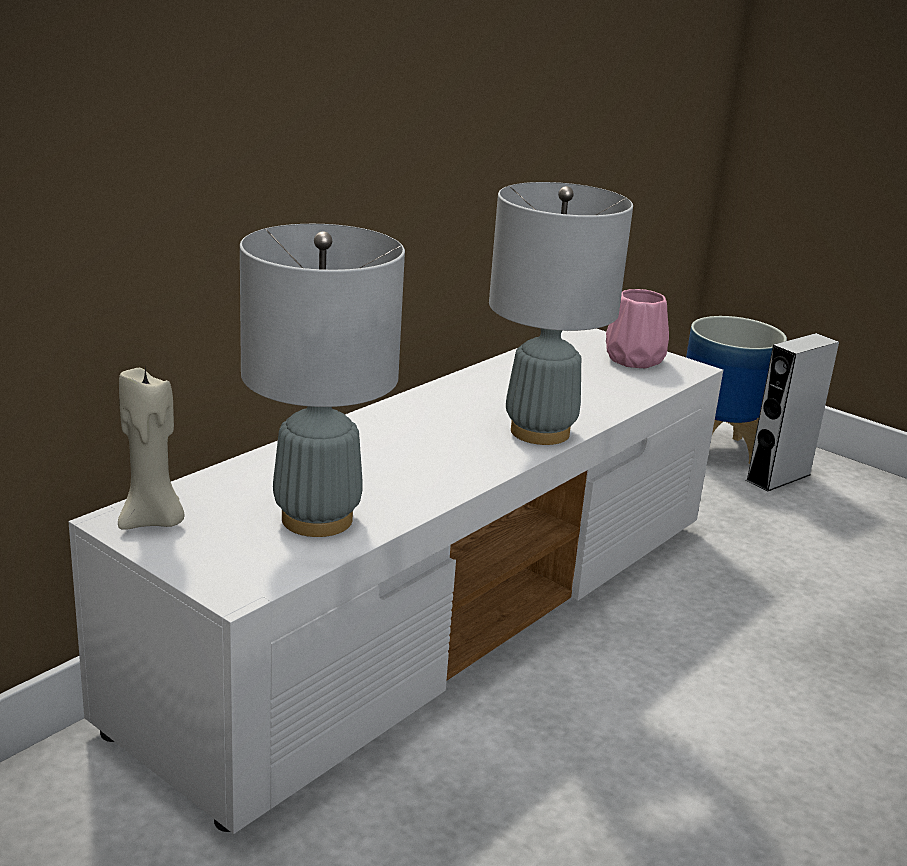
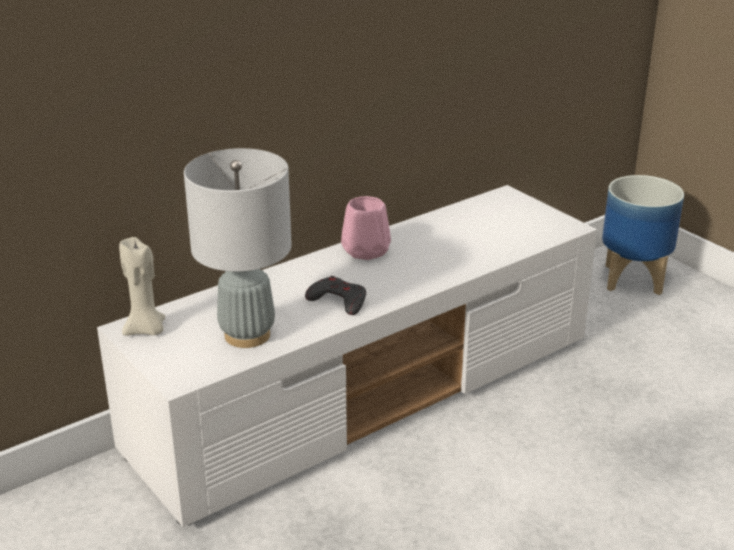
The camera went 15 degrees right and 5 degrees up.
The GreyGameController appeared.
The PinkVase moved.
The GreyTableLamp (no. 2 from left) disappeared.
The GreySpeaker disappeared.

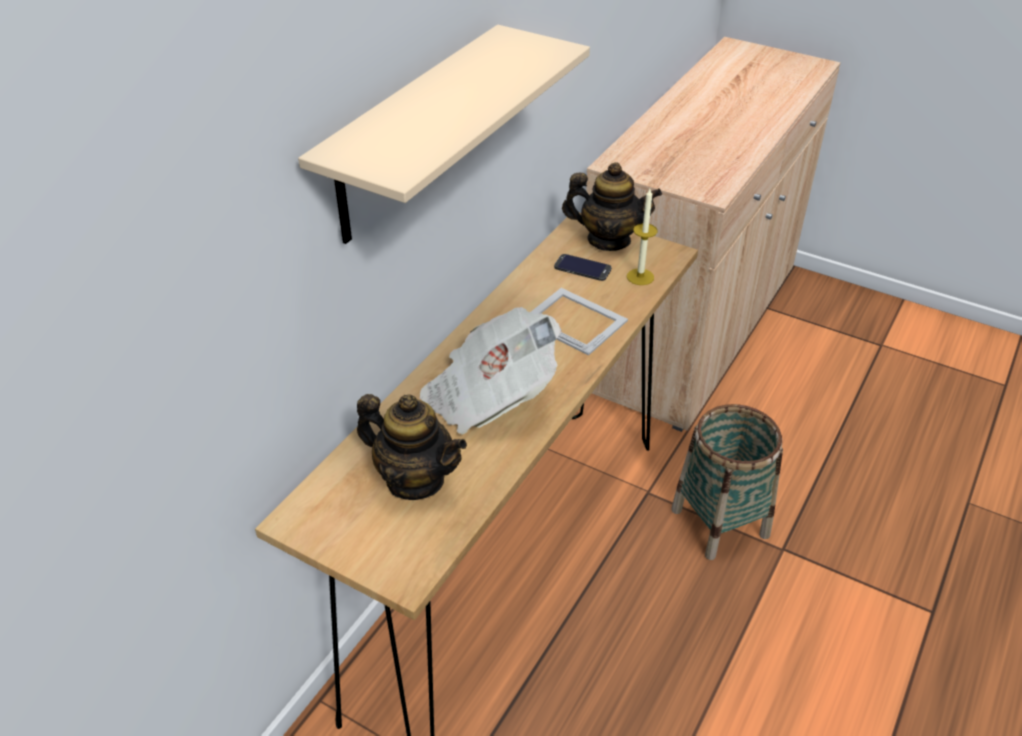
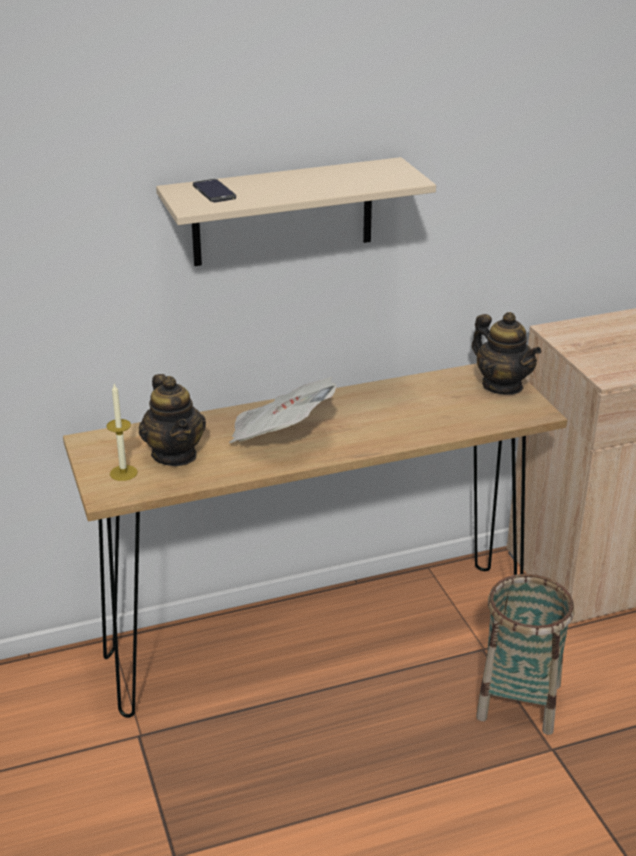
The camera went 40 degrees right and 10 degrees down.
The Candle moved.
The Phone moved.
The PictureFrame disappeared.

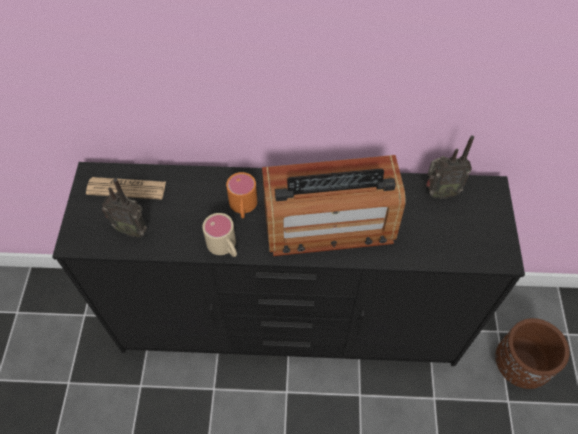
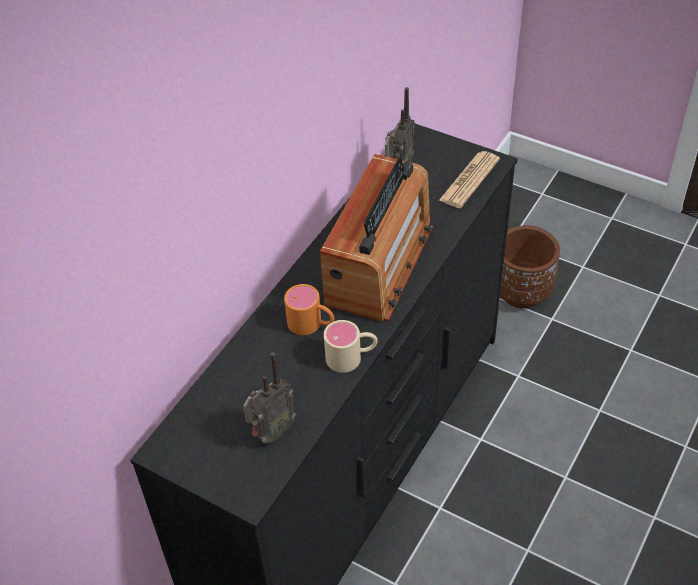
The camera went 60 degrees left and 10 degrees down.
The Newspaper moved.

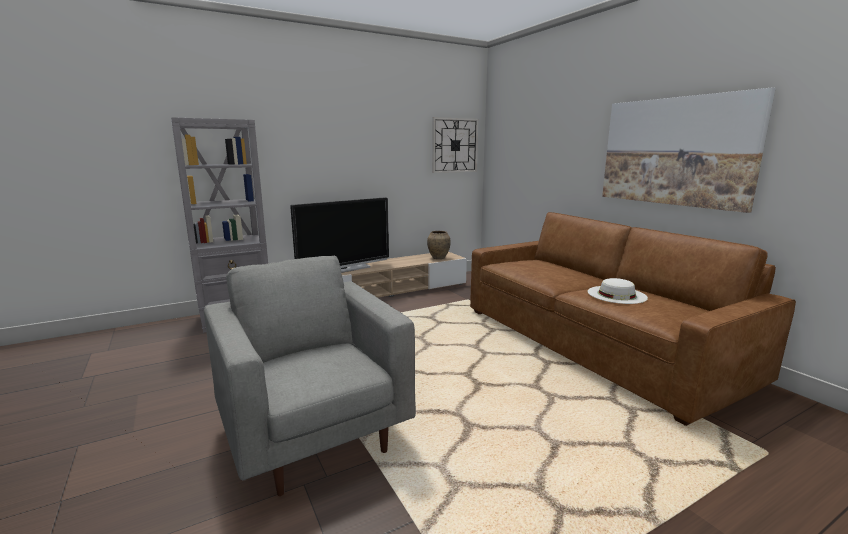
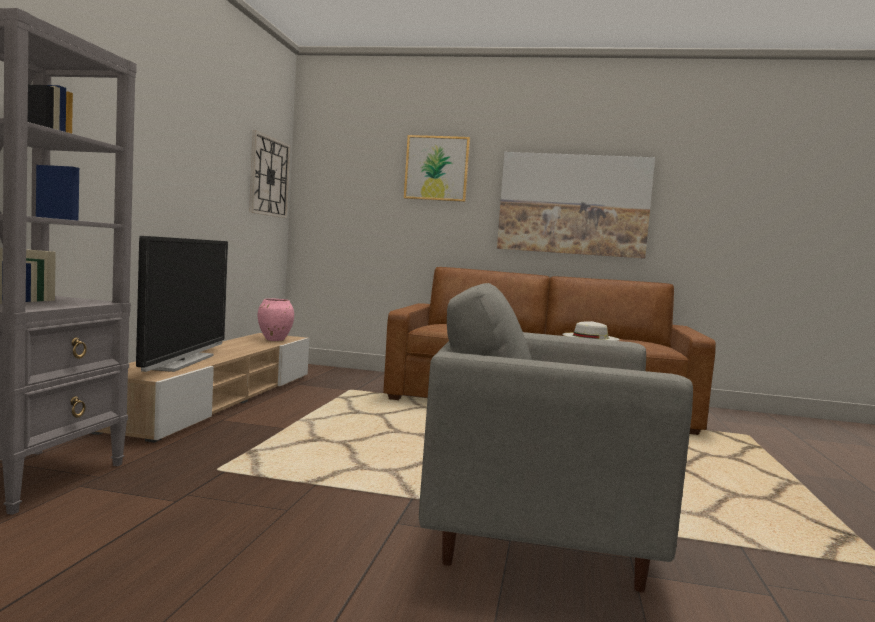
The camera went 50 degrees left and 10 degrees down.
The BrownVase became the PinkVase.
The Picture (no. 1 from left) appeared.

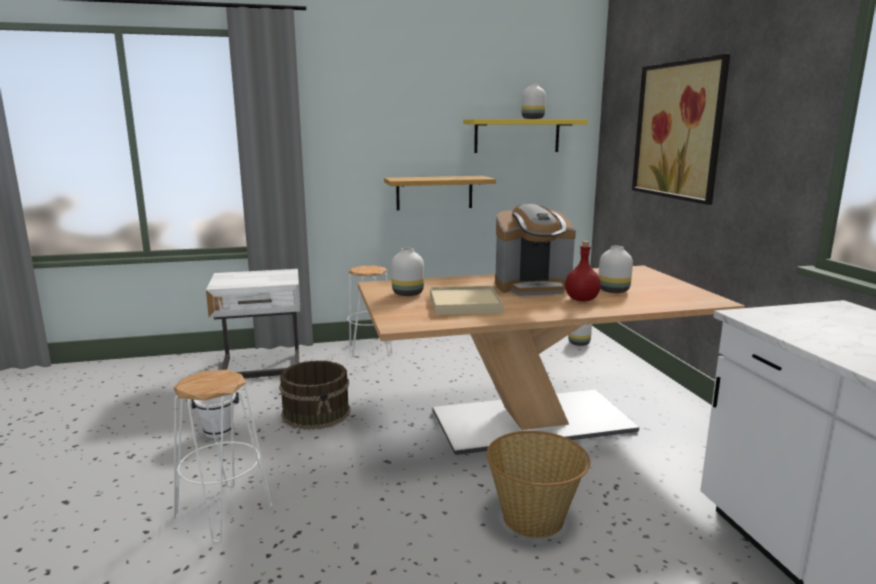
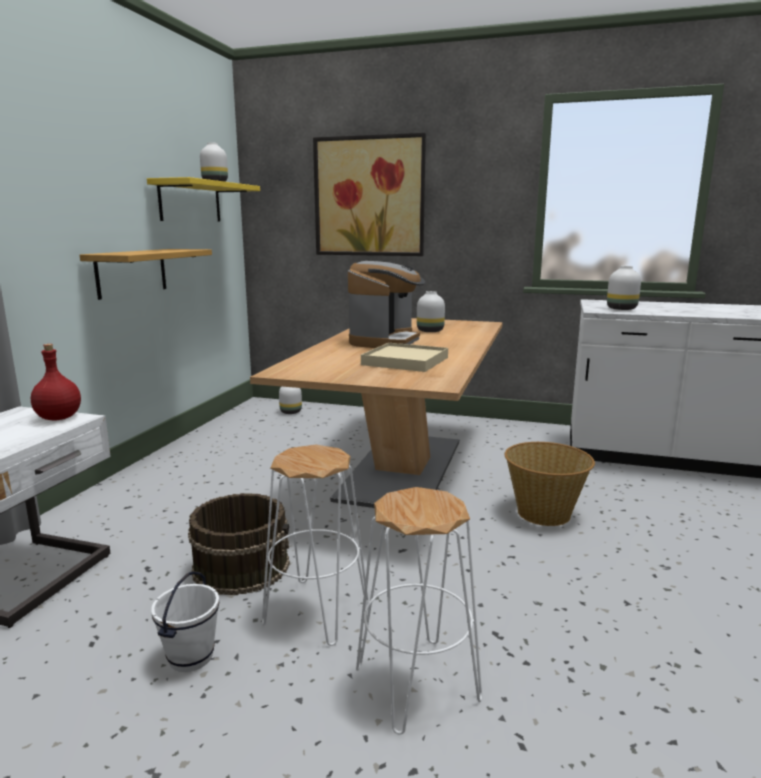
The camera went 60 degrees left and 0 degrees up.
The RedBottle moved.
The WhiteStool (no. 2 from left in the first image) moved.
The WhiteVase (no. 1 from left in the first image) moved.

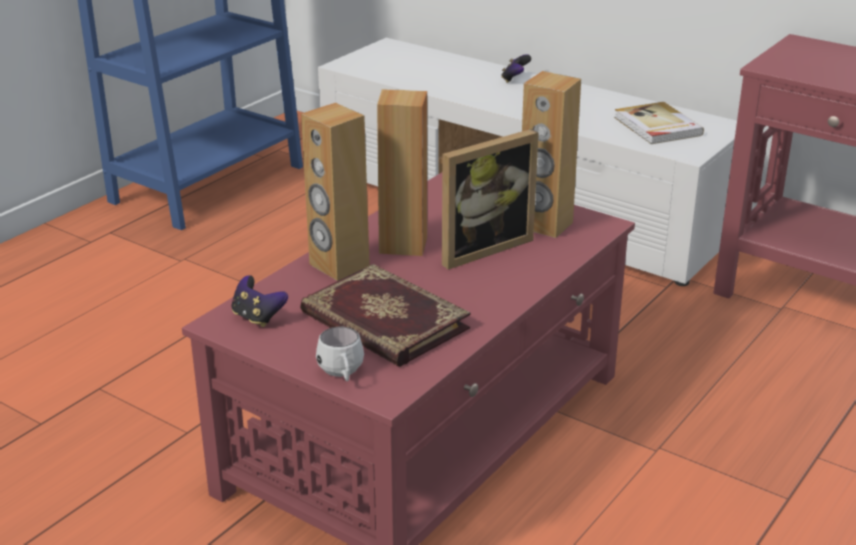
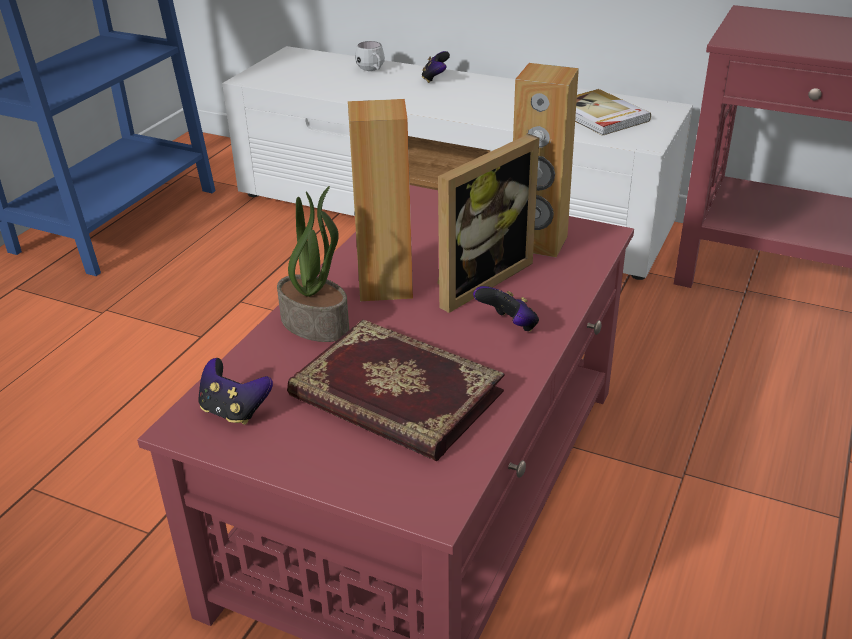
The camera went 10 degrees left and 5 degrees up.
The BrownSpeaker (no. 1 from left) was replaced by the PottedPlant.
The WhiteMug moved.
The GameController (no. 3 from left) appeared.

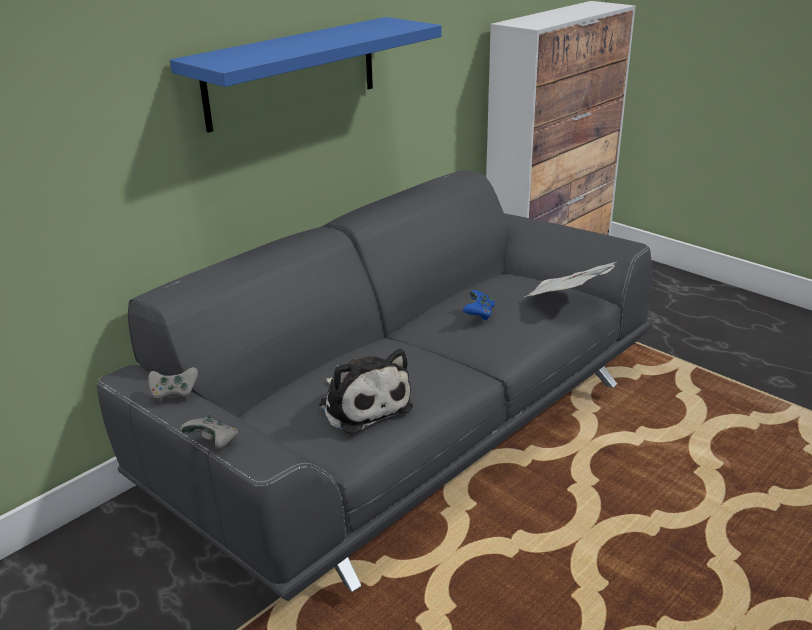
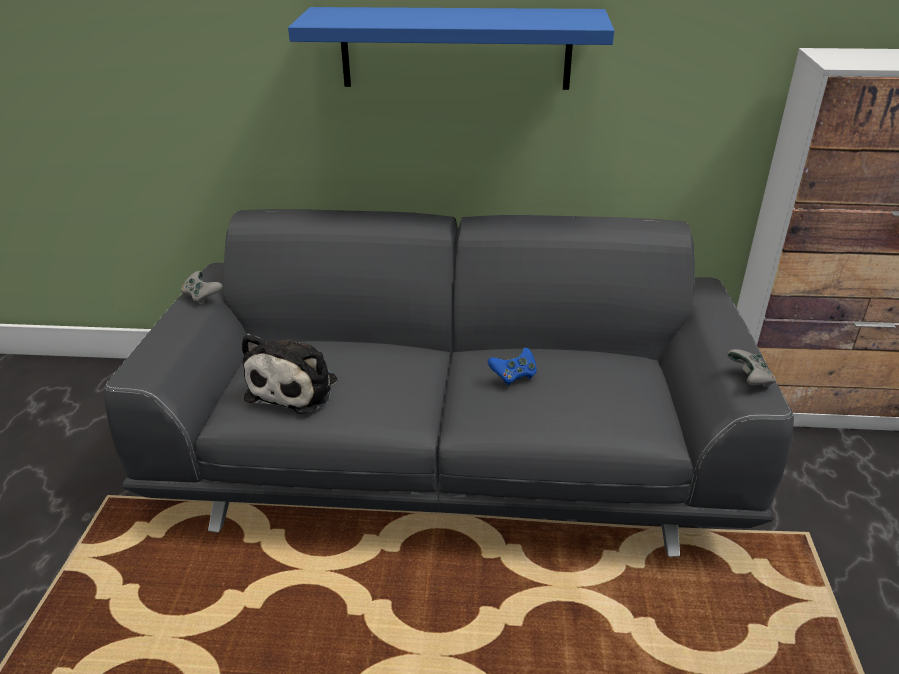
The camera went 50 degrees right and 5 degrees up.
The GreyGameController (no. 2 from left) moved.
The Newspaper disappeared.

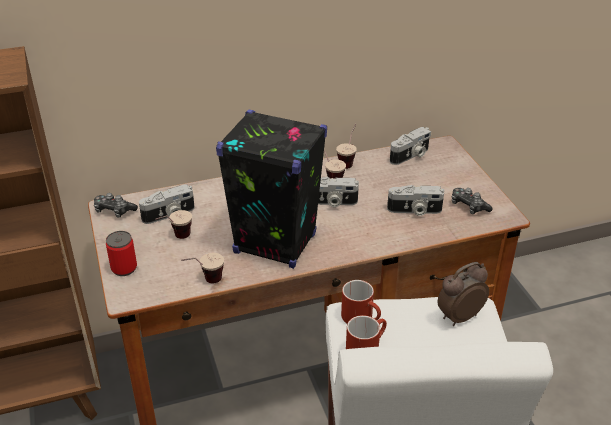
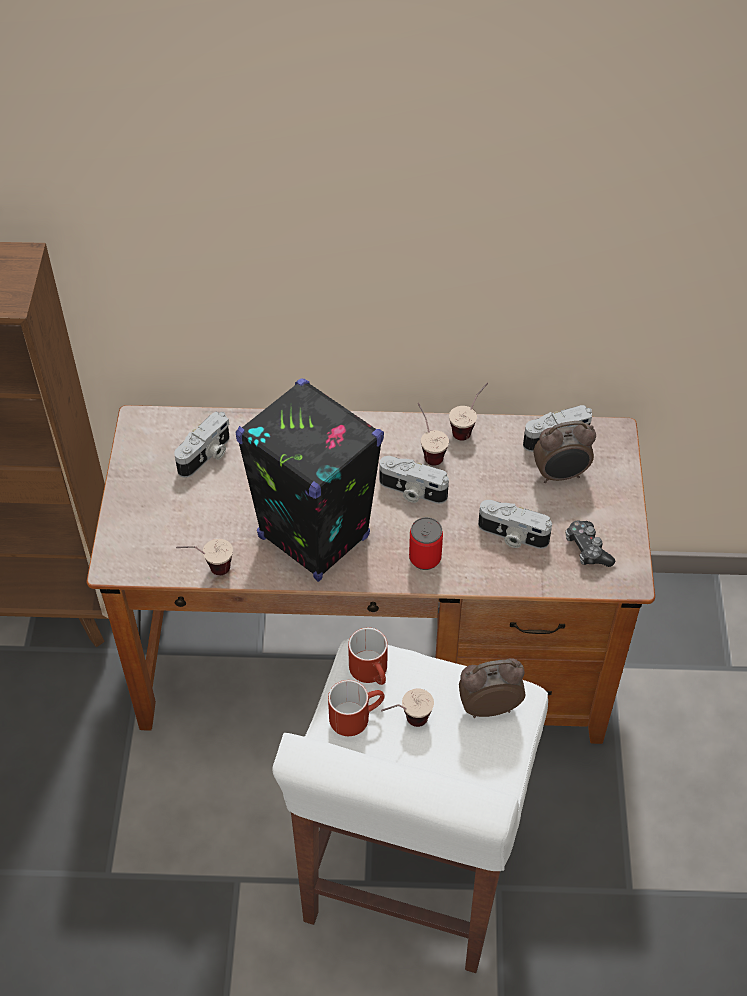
The camera went 20 degrees right and 15 degrees up.
The PhotoCamera (no. 1 from left) turned 45 degrees counterclockwise.
The Cup (no. 1 from left in the first image) moved.
The Can moved.
The AlarmClock (no. 2 from left) appeared.
The GameController (no. 1 from left) disappeared.

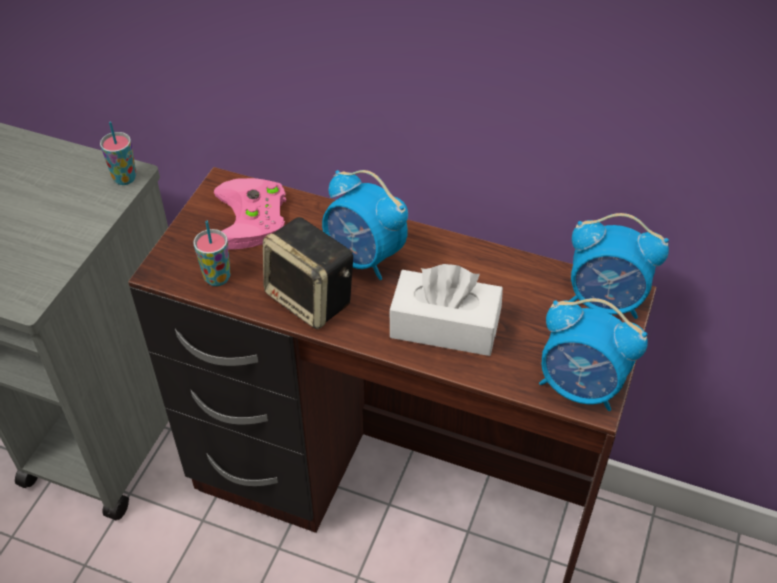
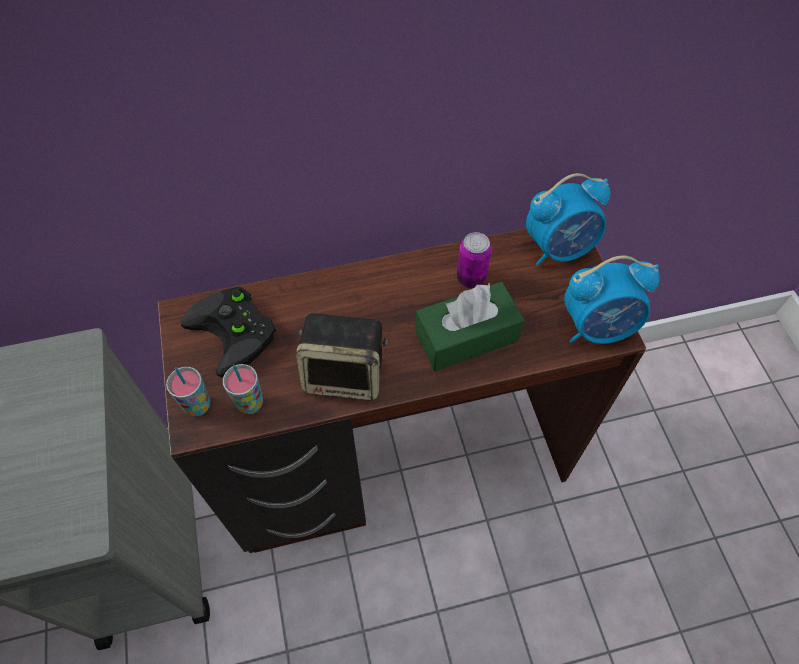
The camera went 35 degrees left and 10 degrees up.
The Cup (no. 1 from left) moved.
The PinkGameController became the BlackGameController.
The WhiteTissueBox became the GreenTissueBox.
The Can appeared.
The AlarmClock (no. 1 from left) disappeared.

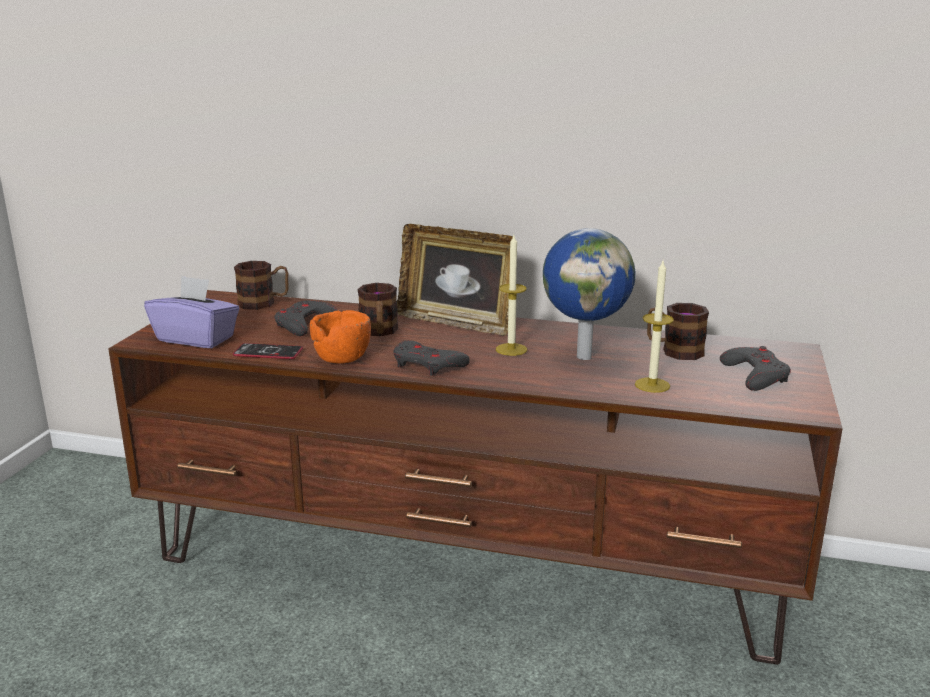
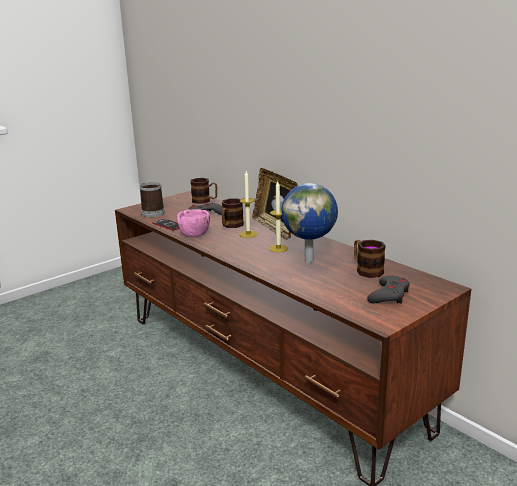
The camera went 35 degrees right and 0 degrees up.
The PurpleTissueBox was replaced by the Mug (no. 1 from left).
The OrangeBowl became the PinkBowl.
The Candle (no. 2 from left in the first image) moved.
The GreyGameController (no. 2 from left) disappeared.

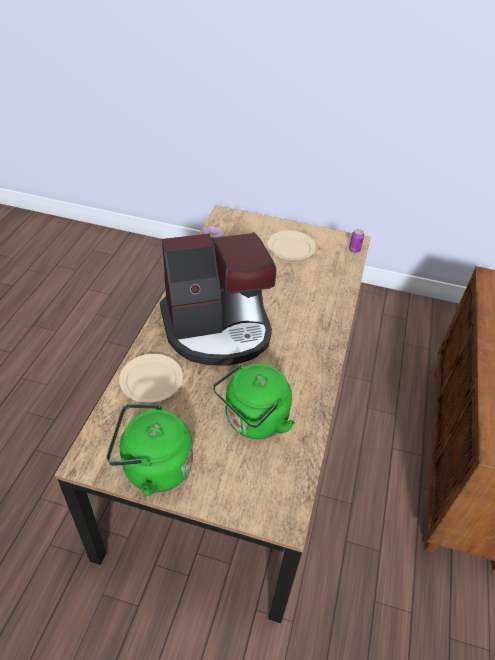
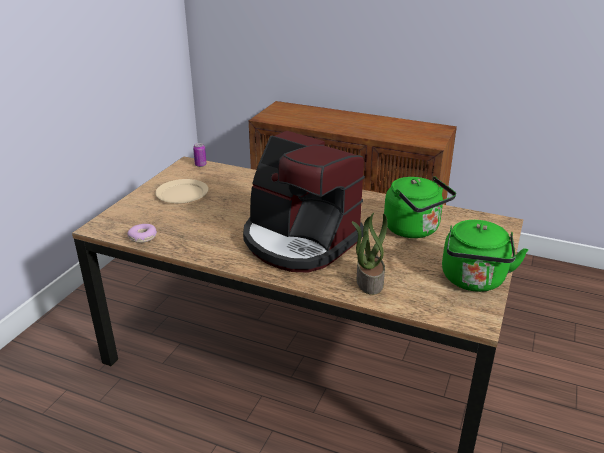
The camera went 80 degrees left and 15 degrees down.
The CoffeeMachine turned 135 degrees clockwise.
The BeigePlate (no. 1 from left) was replaced by the PottedPlant.

